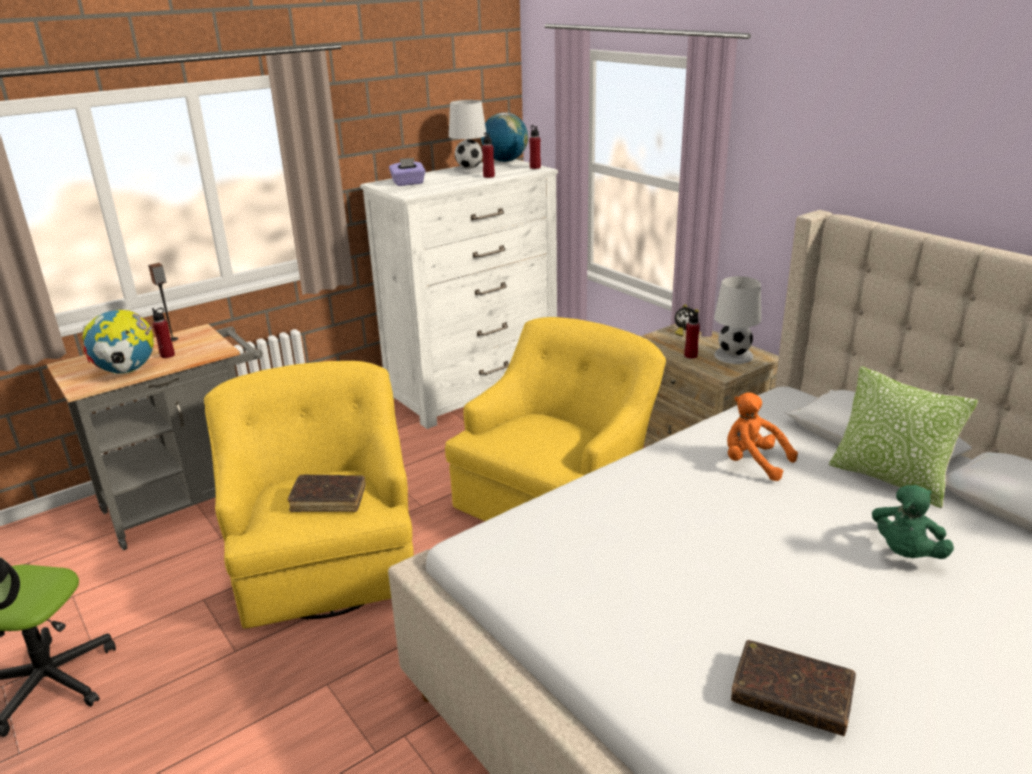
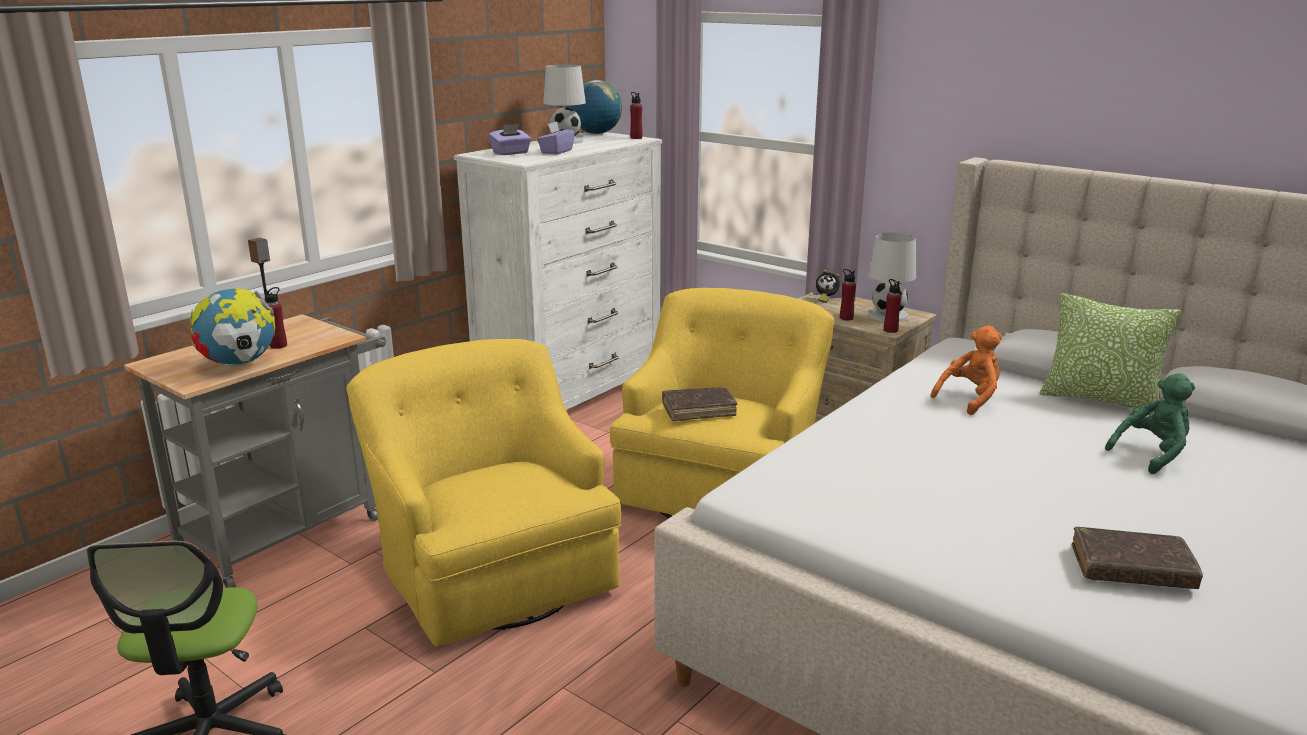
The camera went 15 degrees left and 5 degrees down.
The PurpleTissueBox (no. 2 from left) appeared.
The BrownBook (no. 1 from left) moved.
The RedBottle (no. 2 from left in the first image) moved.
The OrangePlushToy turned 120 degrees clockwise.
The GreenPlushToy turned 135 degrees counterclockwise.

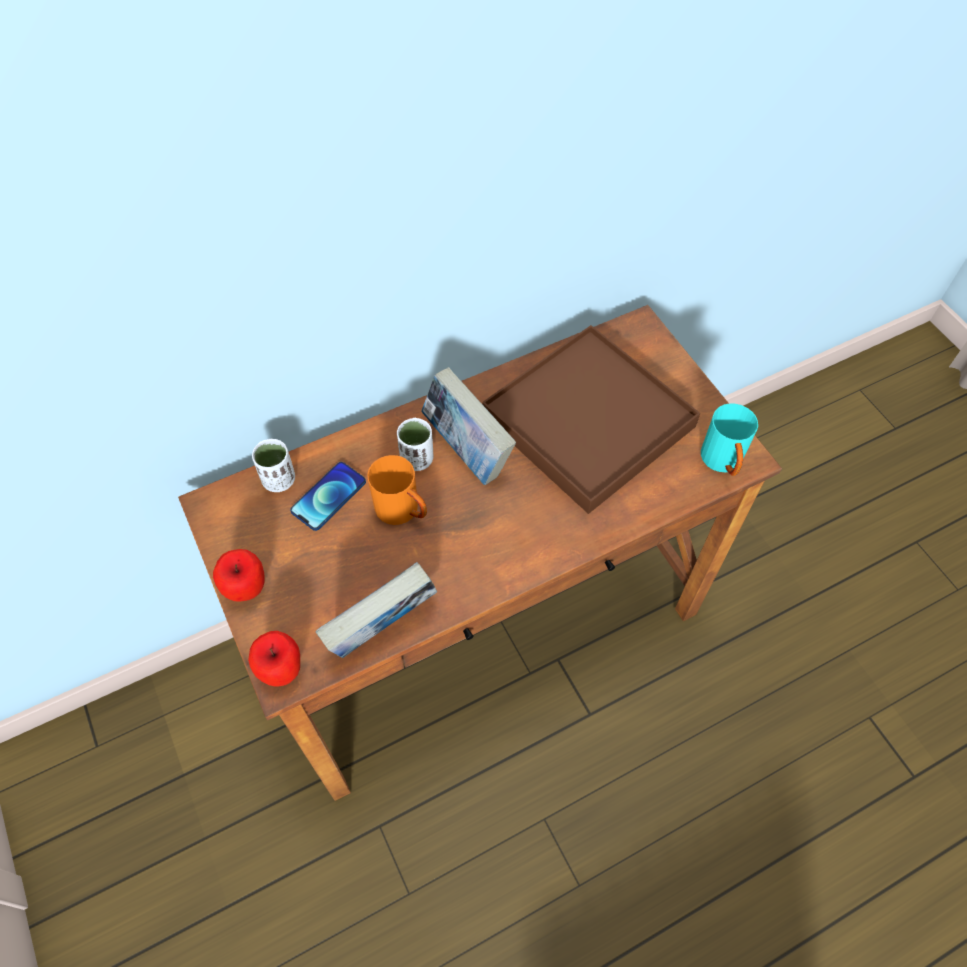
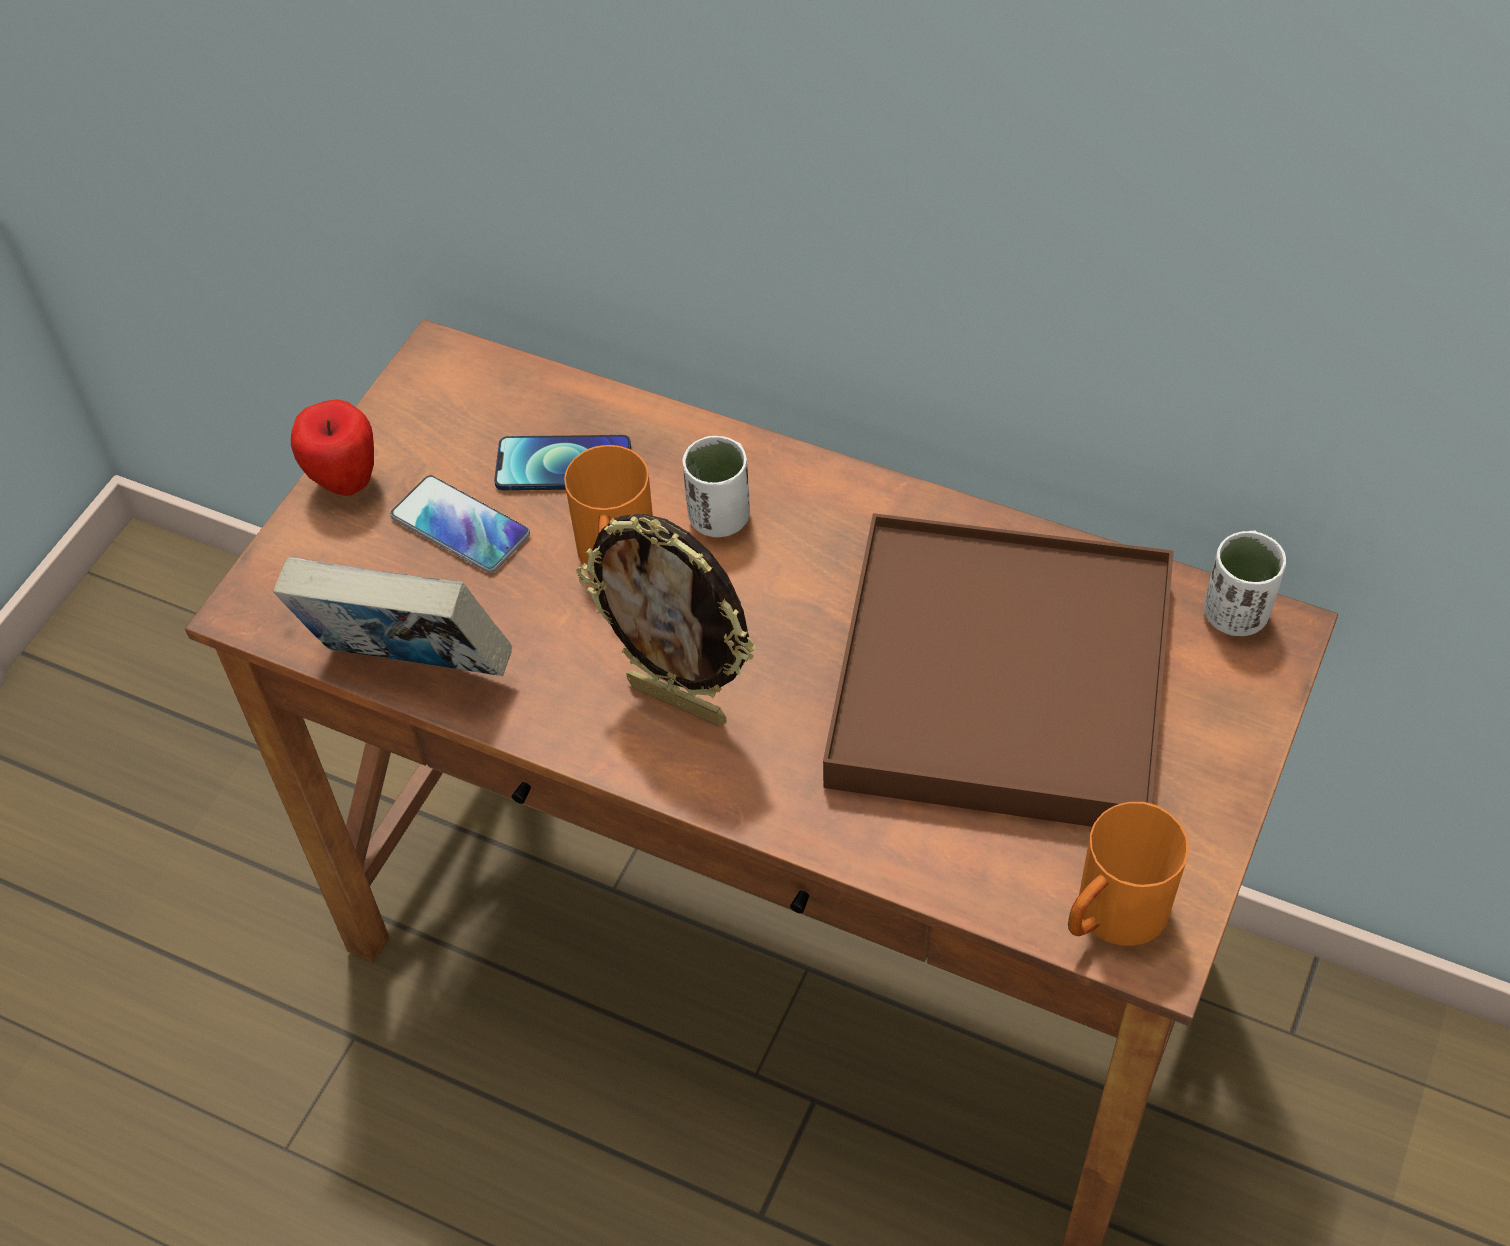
The camera went 55 degrees right and 5 degrees down.
The Phone (no. 1 from left) appeared.
The PictureFrame appeared.
The TurquoiseMug became the OrangeMug (no. 2 from left).
The WhiteCup (no. 1 from left in the first image) moved.
The Apple (no. 2 from left) disappeared.
The Book (no. 2 from left) disappeared.

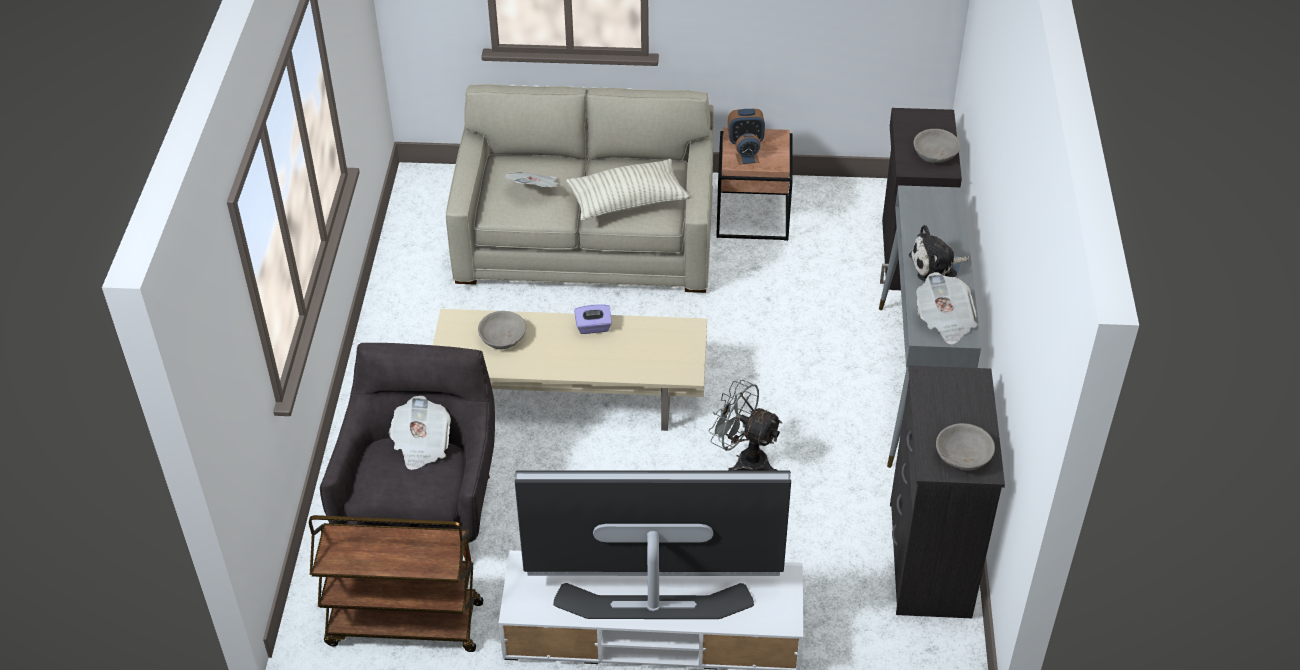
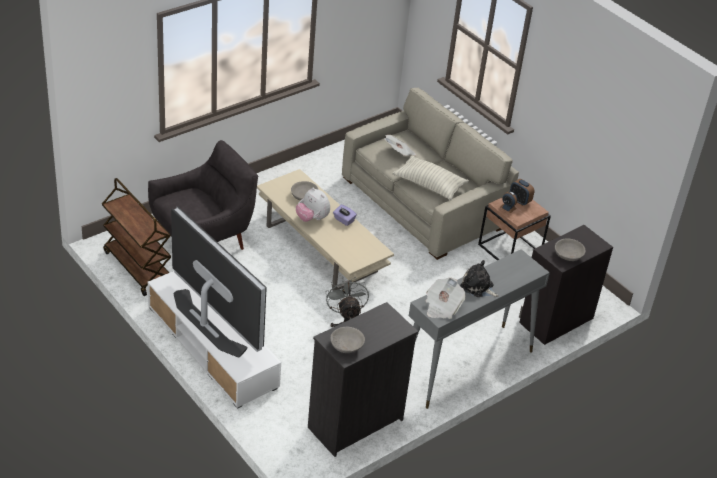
The camera went 45 degrees right and 5 degrees down.
The PlushToy (no. 1 from left) appeared.
The Newspaper (no. 1 from left) disappeared.

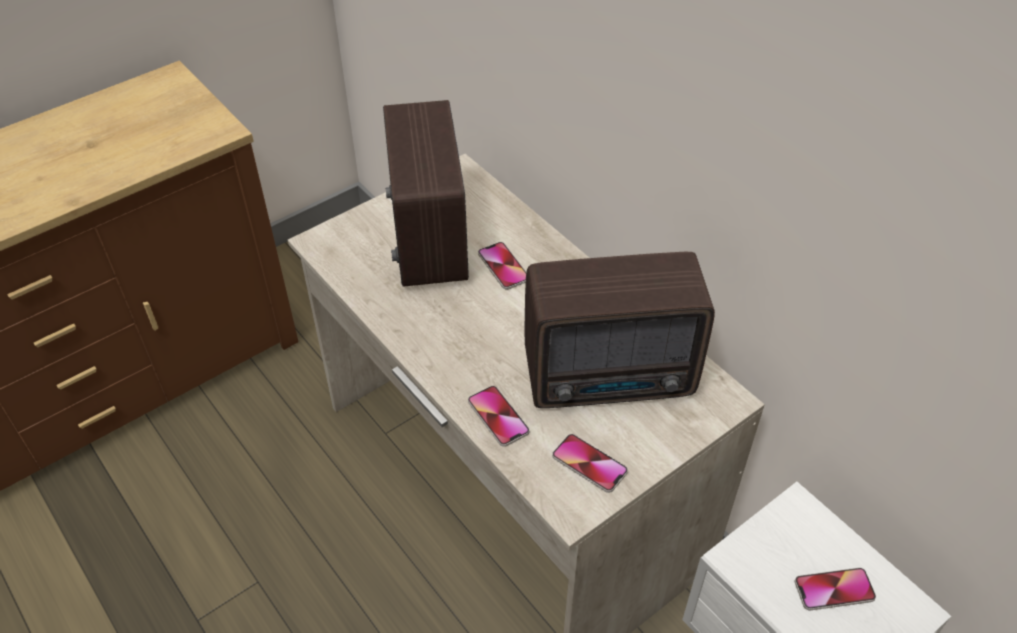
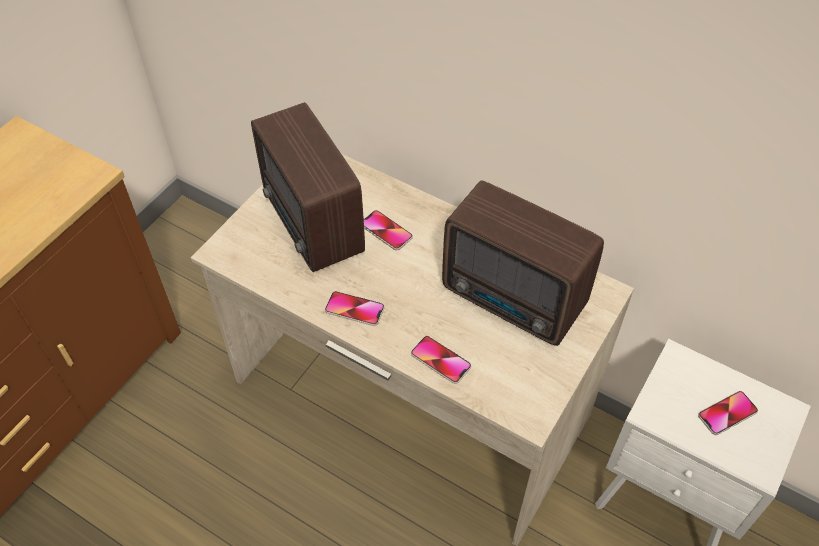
The camera went 20 degrees left and 5 degrees up.
The Phone (no. 3 from left in the first image) moved.
The Radio (no. 2 from left) turned 60 degrees clockwise.

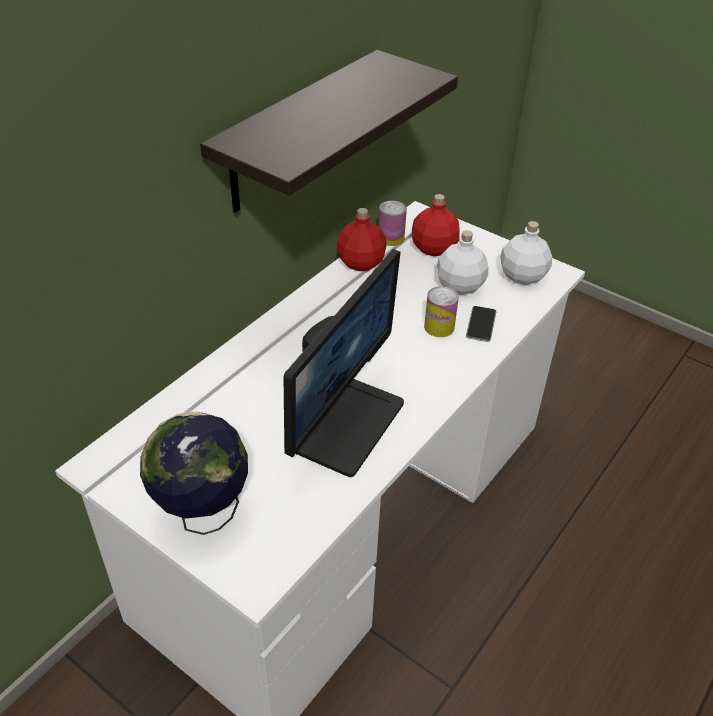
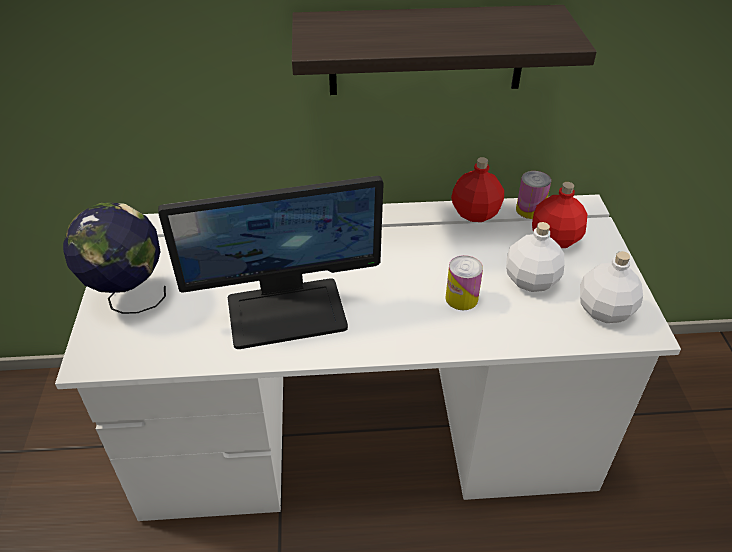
The camera went 50 degrees right and 0 degrees up.
The Phone disappeared.

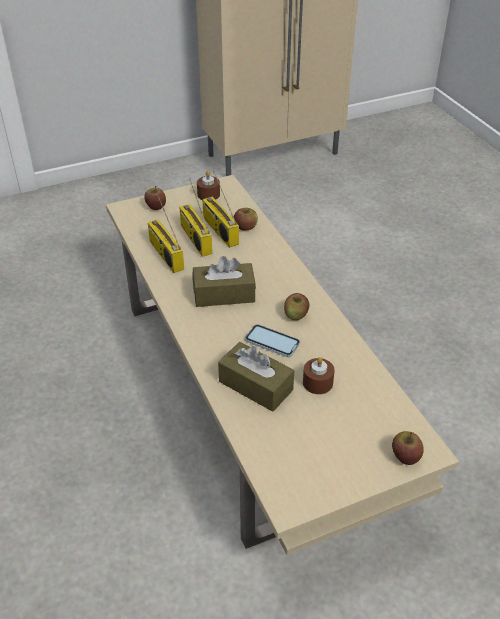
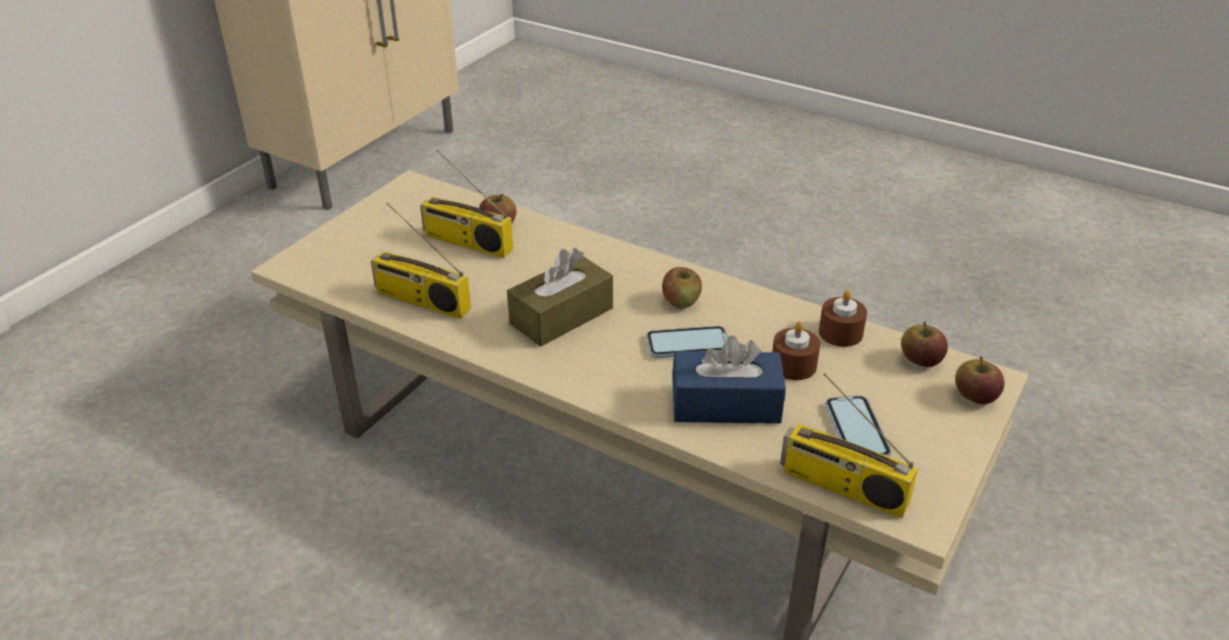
The camera went 35 degrees left and 5 degrees down.
The BrownTissueBox (no. 2 from left) became the BlueTissueBox.
The Radio (no. 2 from left in the first image) moved.
The BrownCandle (no. 1 from left in the first image) moved.
The Phone (no. 2 from left) appeared.
The Apple (no. 1 from left in the first image) moved.

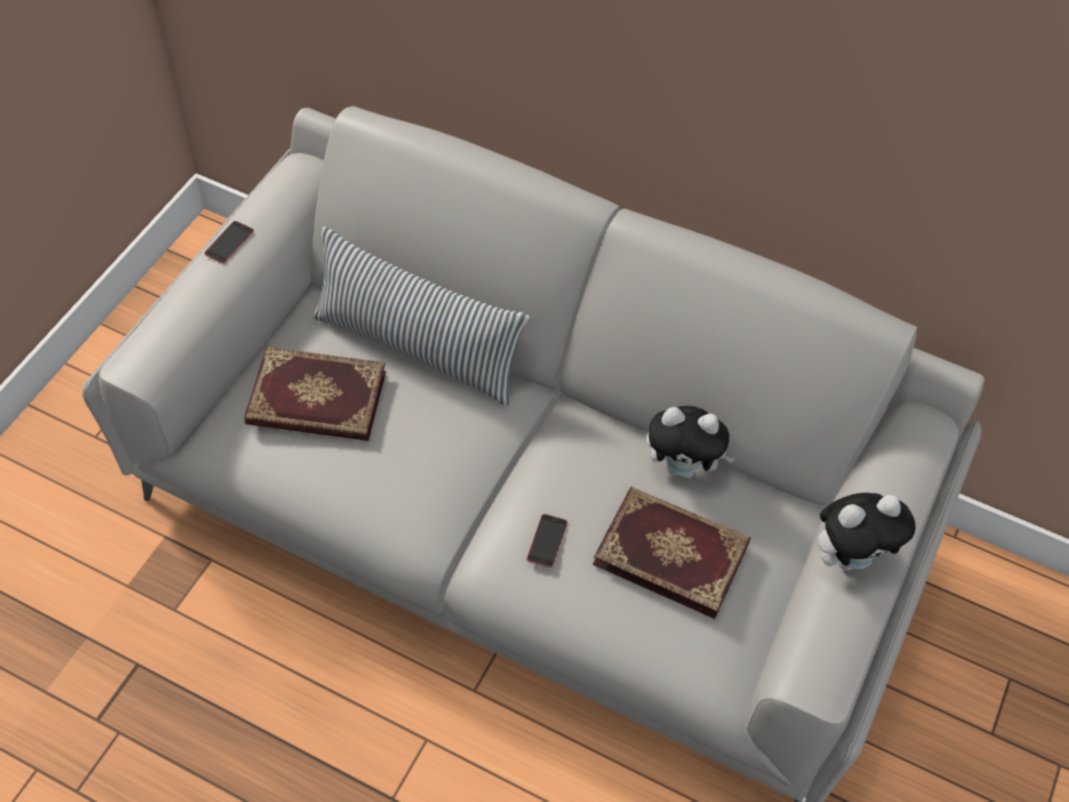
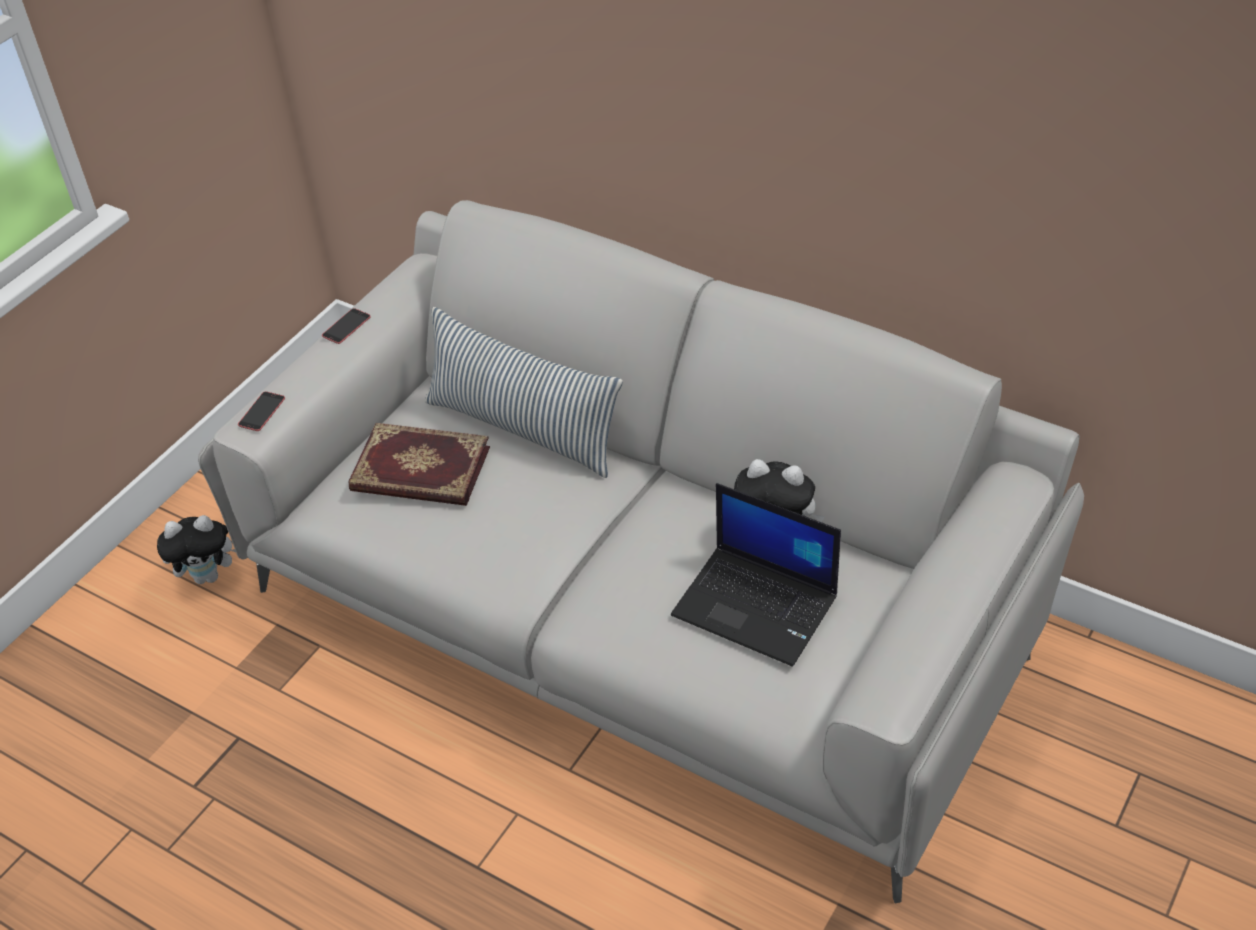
The camera went 10 degrees right and 10 degrees down.
The PlushToy (no. 2 from left in the first image) moved.
The Phone (no. 2 from left in the first image) moved.
The Book (no. 2 from left) was replaced by the Laptop.

